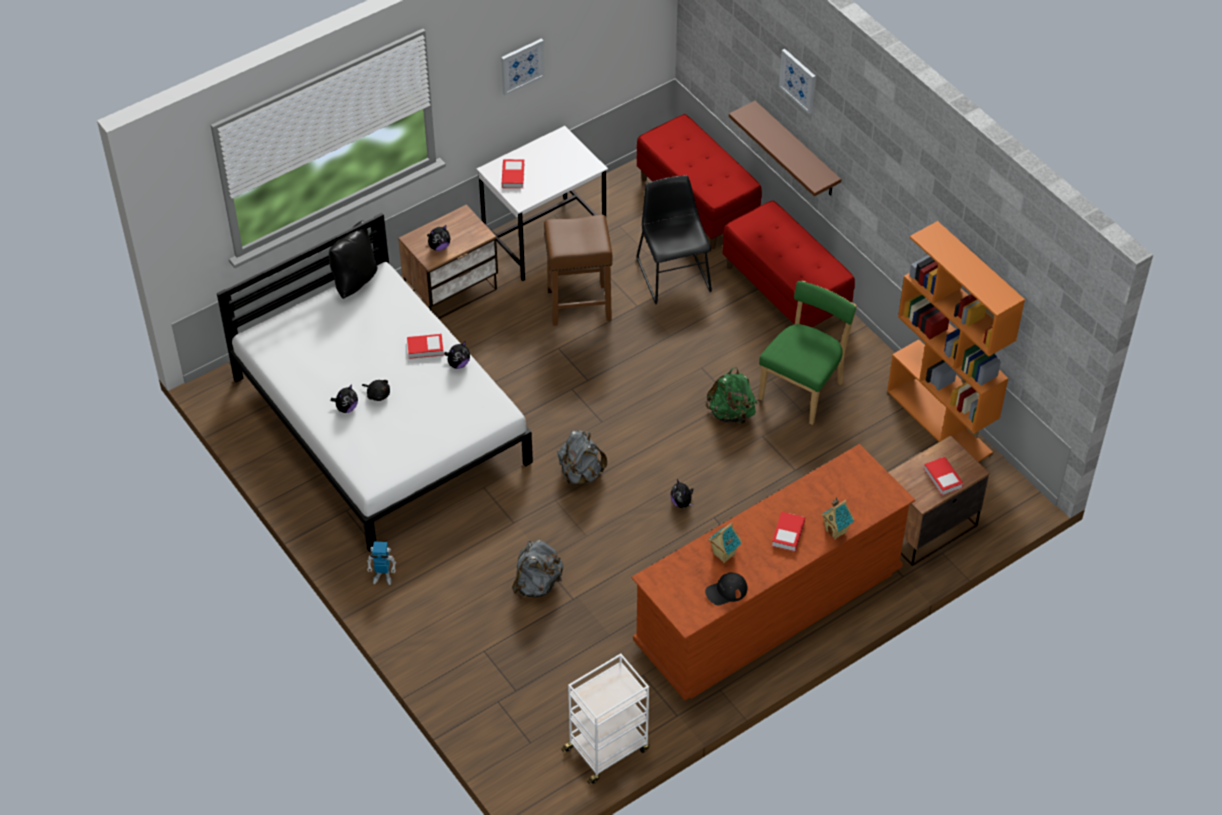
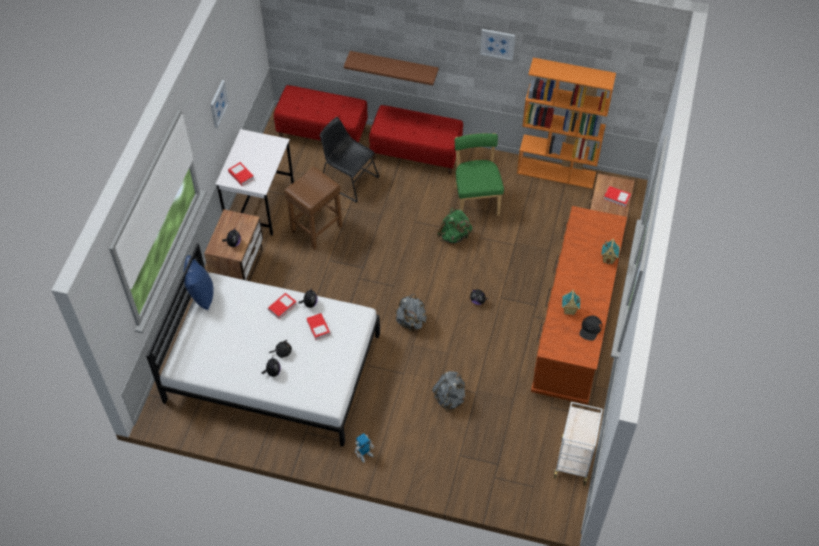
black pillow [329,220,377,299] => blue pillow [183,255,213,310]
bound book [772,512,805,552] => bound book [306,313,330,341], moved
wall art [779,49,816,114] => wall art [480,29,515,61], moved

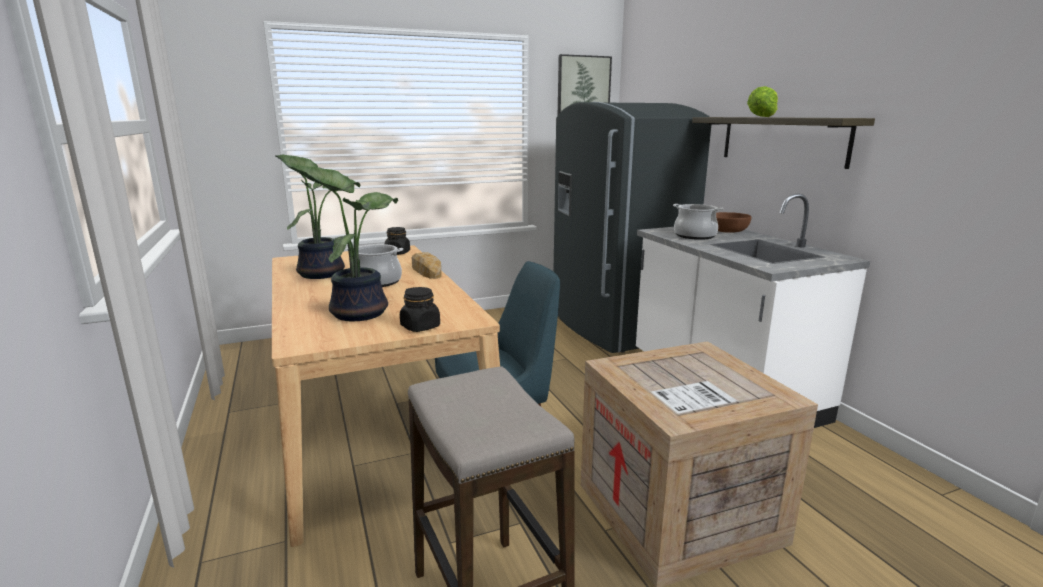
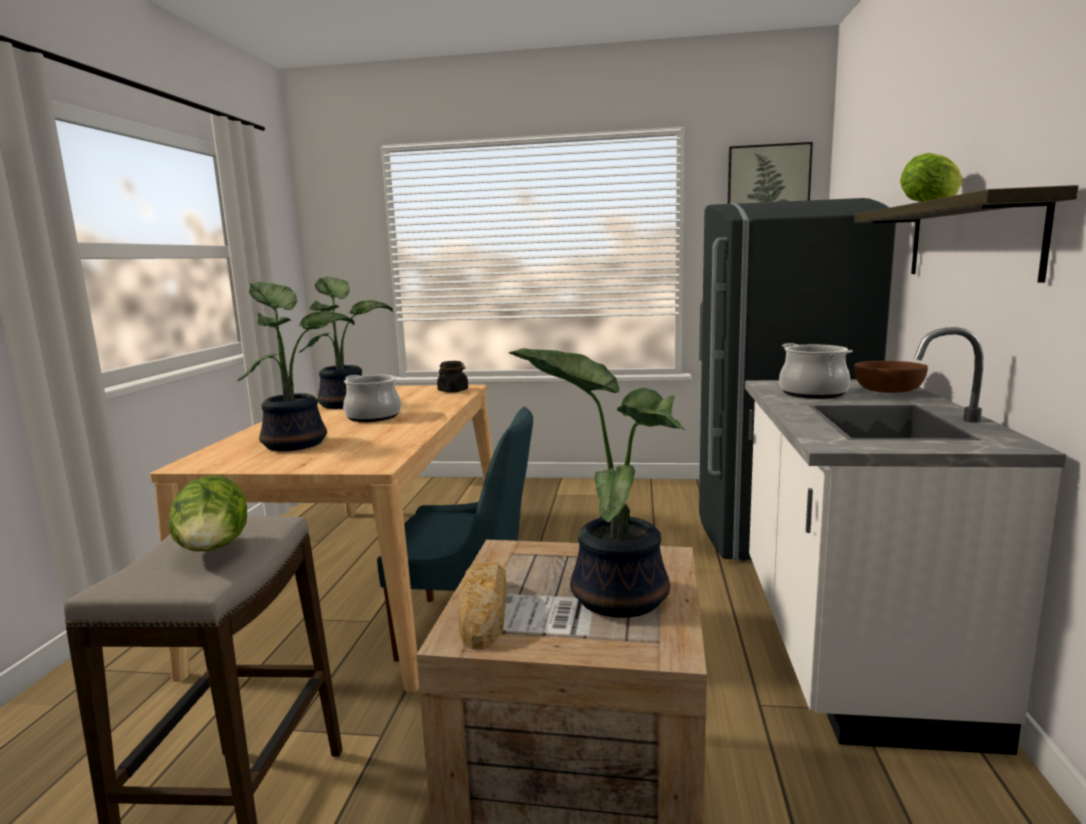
black jar [400,287,440,332] => nothing
bakery bread [412,252,442,279] => bakery bread [458,562,507,650], moved
nothing => lettuce [168,476,247,551]
nothing => potted plant [508,348,685,618]

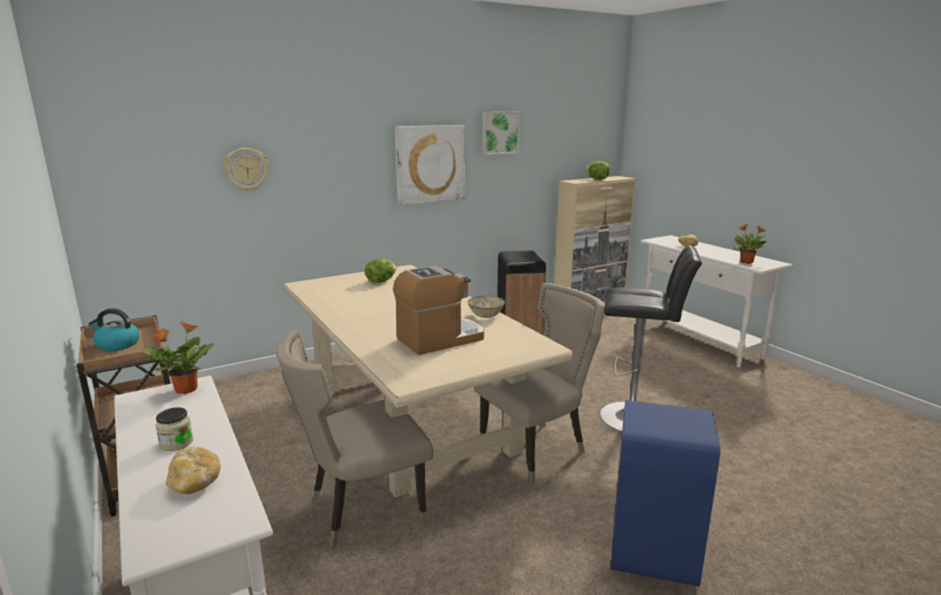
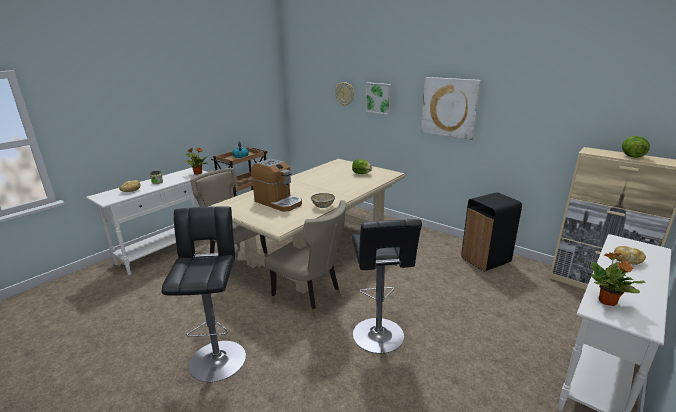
wall art [482,112,520,155] => wall art [365,83,392,115], moved
blue waste bin [611,400,720,587] => black sitting stool [162,206,246,382]

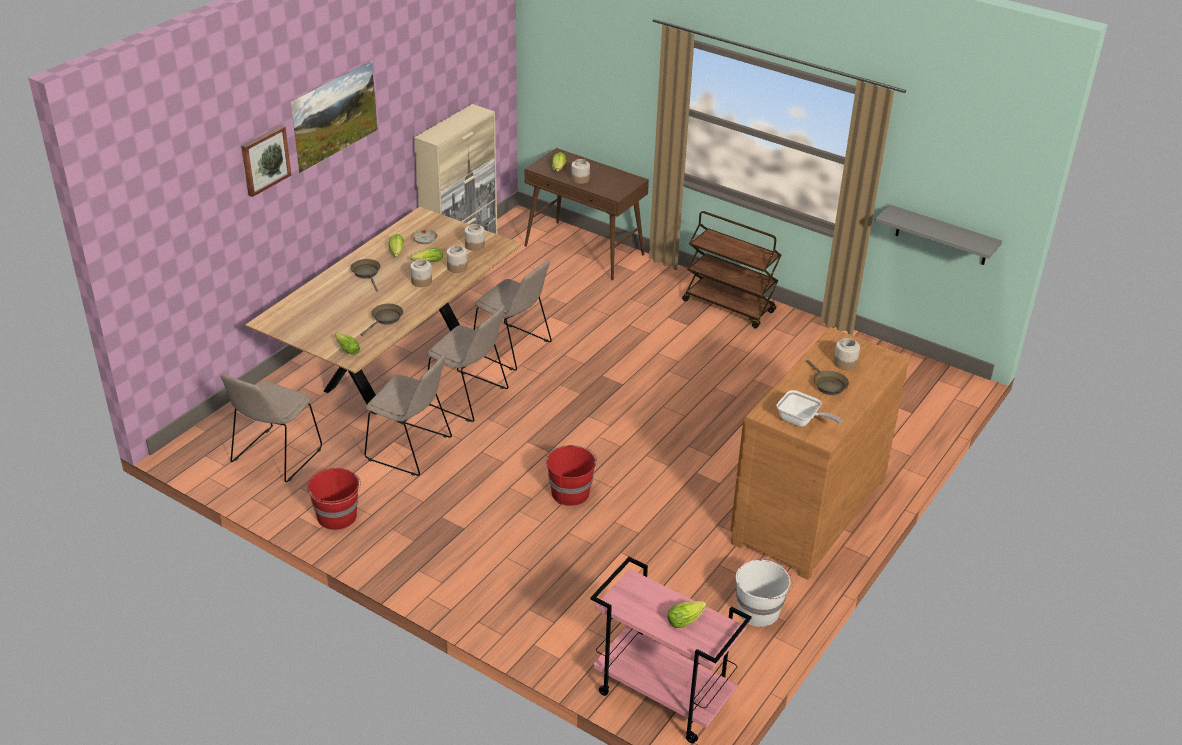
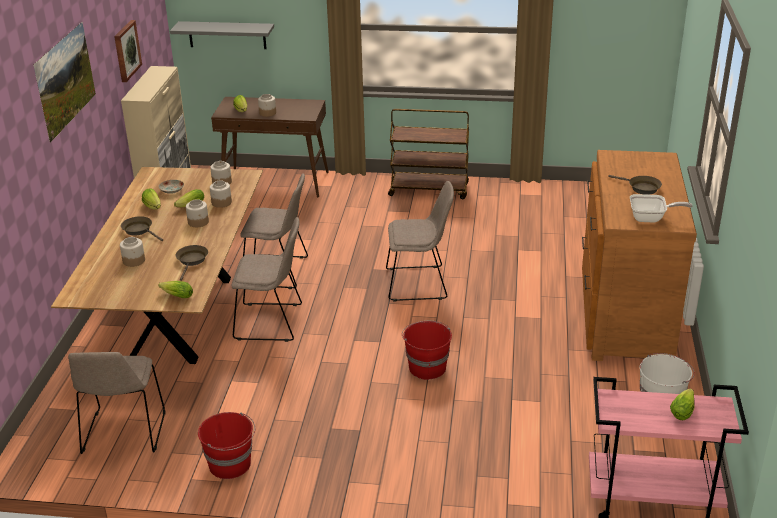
wall art [241,125,291,197] => wall art [114,20,142,82], moved
sand-coloured plain chair [364,352,452,476] => sand-coloured plain chair [386,181,454,302], moved
jar [834,338,860,370] => jar [120,237,145,267], moved
gray wall shelf [875,205,1002,265] => gray wall shelf [170,21,274,49], moved

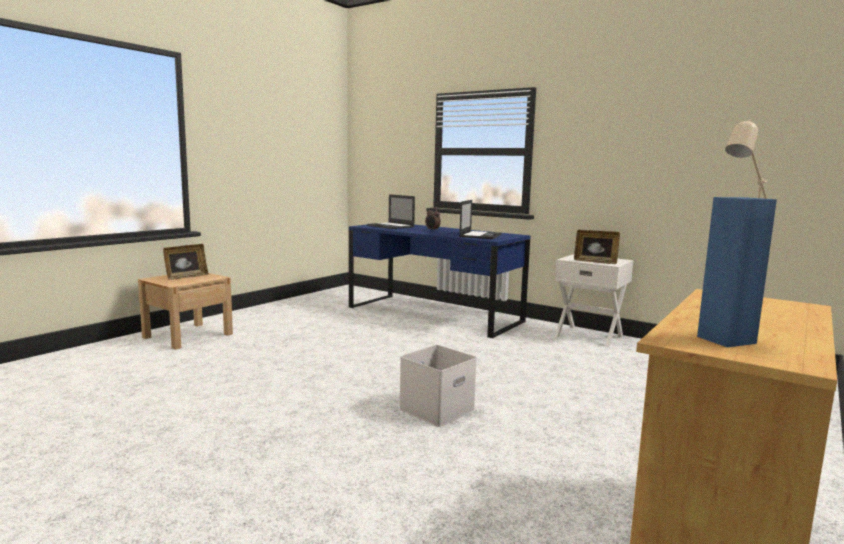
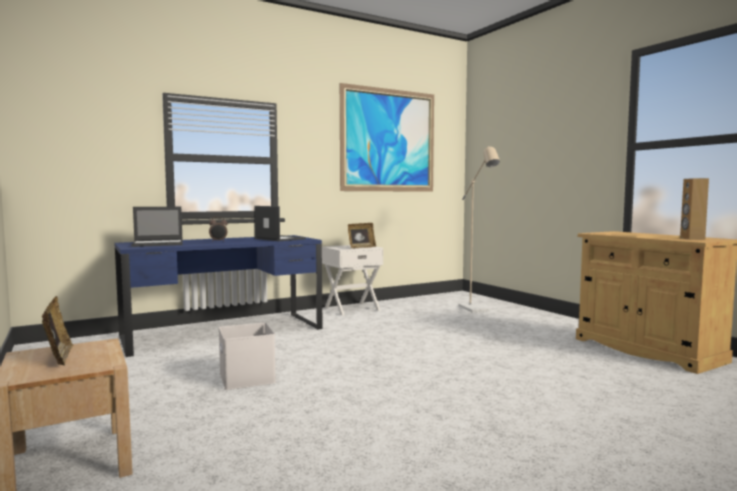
white storage bin [399,345,477,427] => white storage bin [219,323,276,390], moved
blue speaker [697,197,777,347] => brown speaker [680,178,709,240]
nothing => wall art [340,83,434,192]

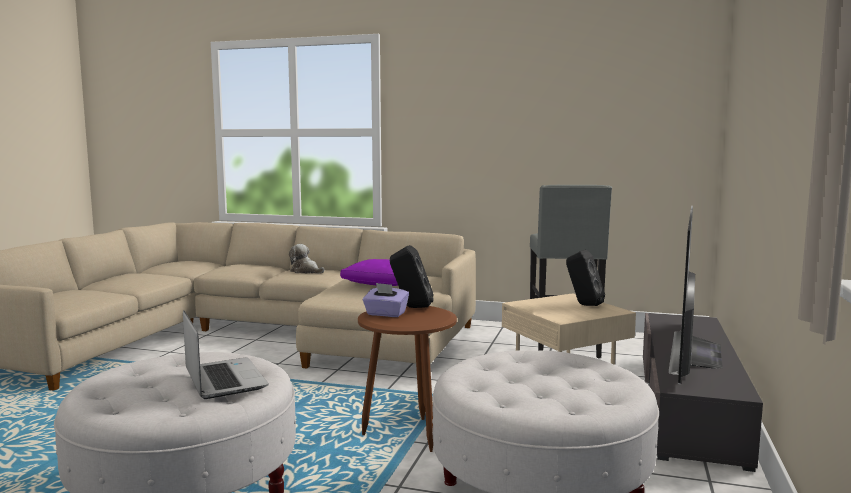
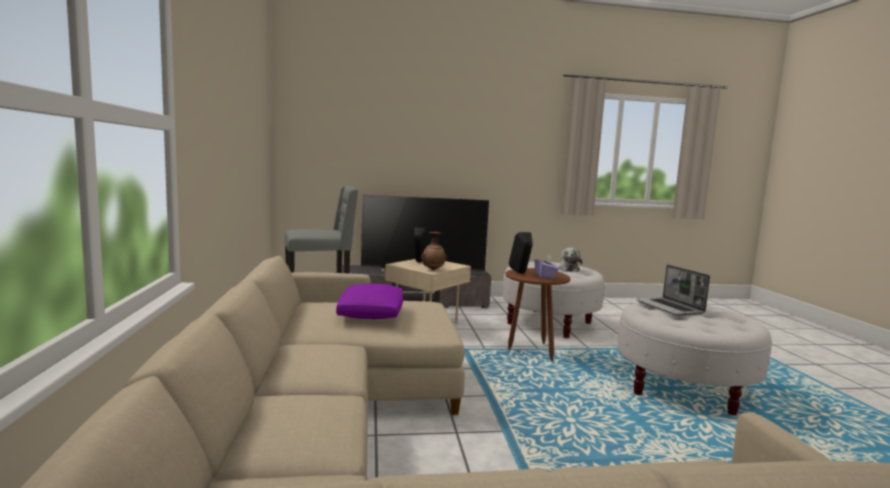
notebook computer [183,310,269,399] => notebook computer [636,264,710,316], 60 degrees counterclockwise
cuddly toy [289,244,324,273] => cuddly toy [558,247,583,272], moved
nothing => vase [421,232,447,270]

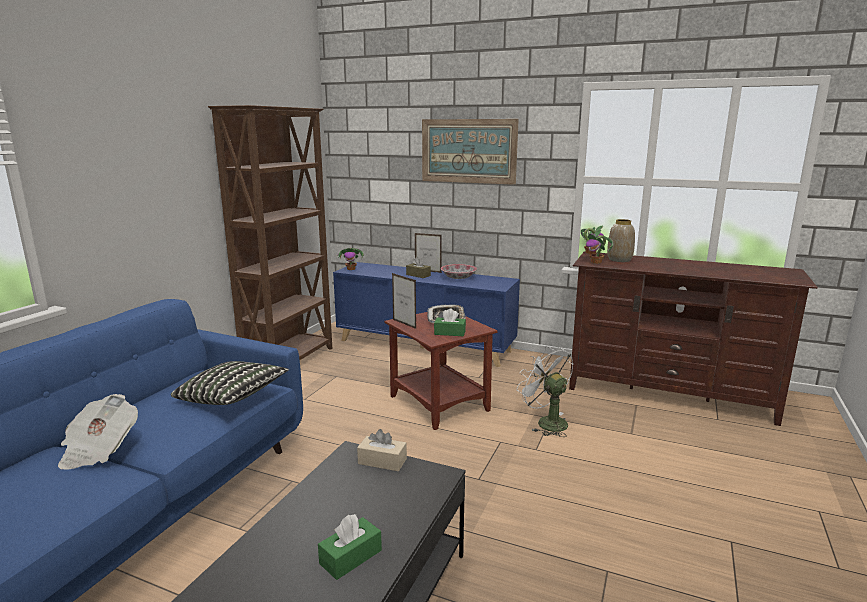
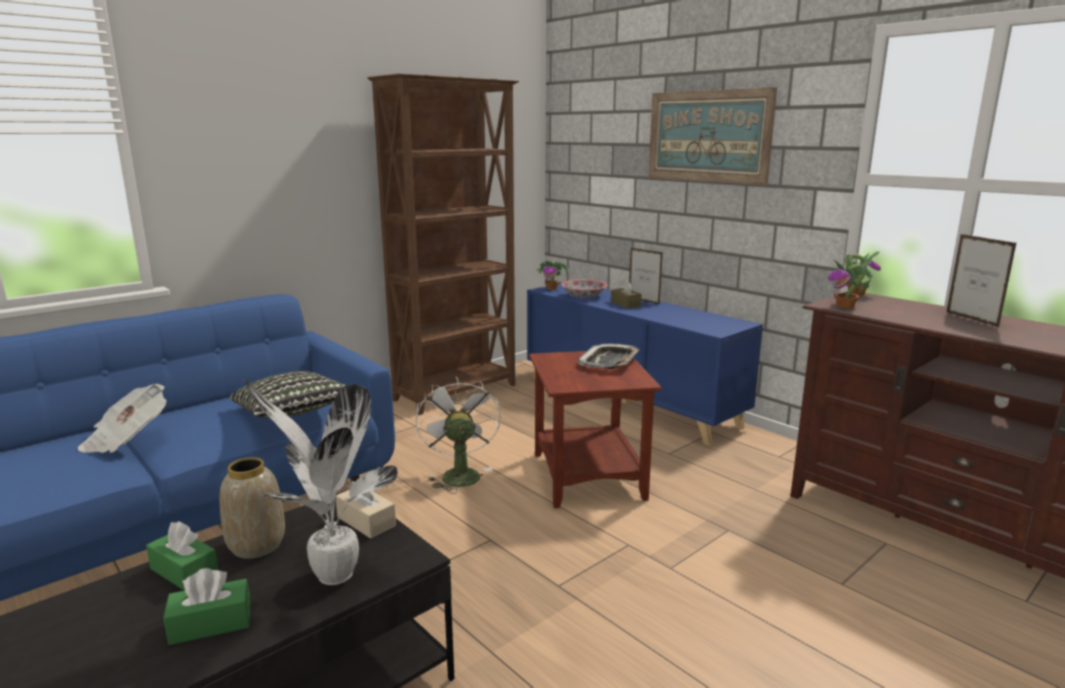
picture frame [392,273,416,329] => picture frame [947,234,1017,327], moved
green-coloured tissue box [434,308,466,336] => green-coloured tissue box [146,521,218,591], moved
deep dish [440,264,477,279] => deep dish [561,280,607,298], moved
white cooling fan [517,346,574,437] => white cooling fan [416,376,501,494], moved
vase [607,219,635,262] => vase [220,457,285,559], moved
nothing => potted plant [244,378,398,585]

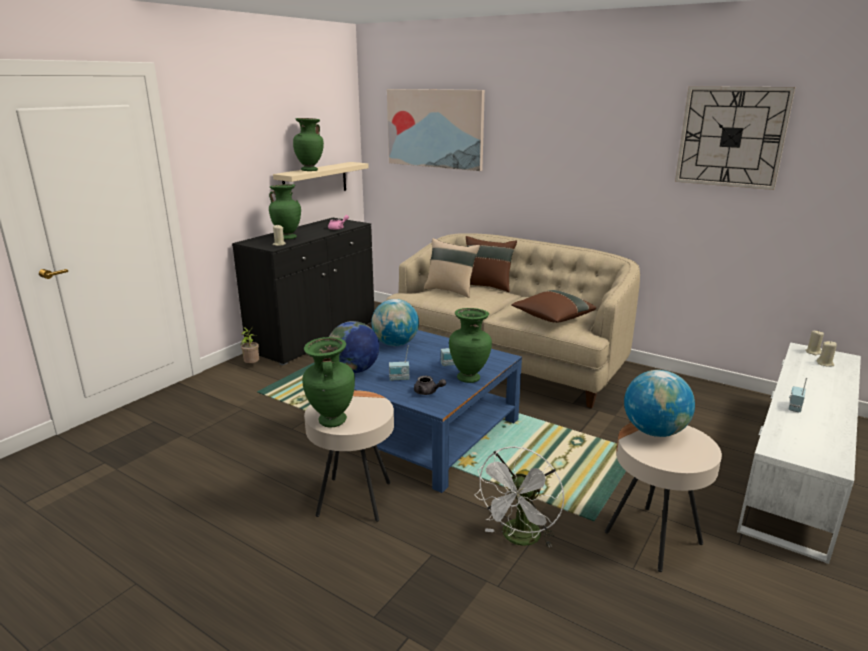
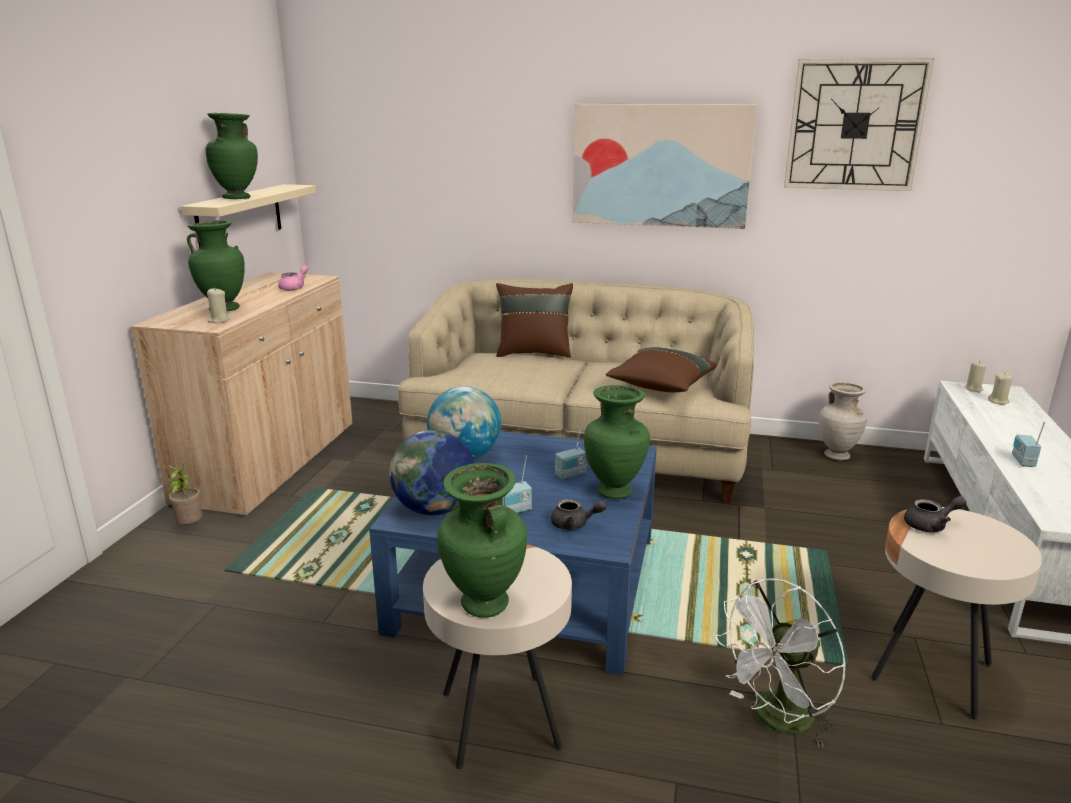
black storage cabinet [232,218,374,366] => sand-coloured storage cabinet [130,272,353,518]
wall art [387,89,485,171] => wall art [573,104,757,229], moved
sand-coloured pillow [424,238,480,298] => nothing
white cooling fan [474,446,564,548] => white cooling fan [715,578,846,747], 45 degrees clockwise
world globe [624,370,695,437] => gray tea pot [904,496,967,532]
nothing => sand-coloured vase [819,382,867,460]

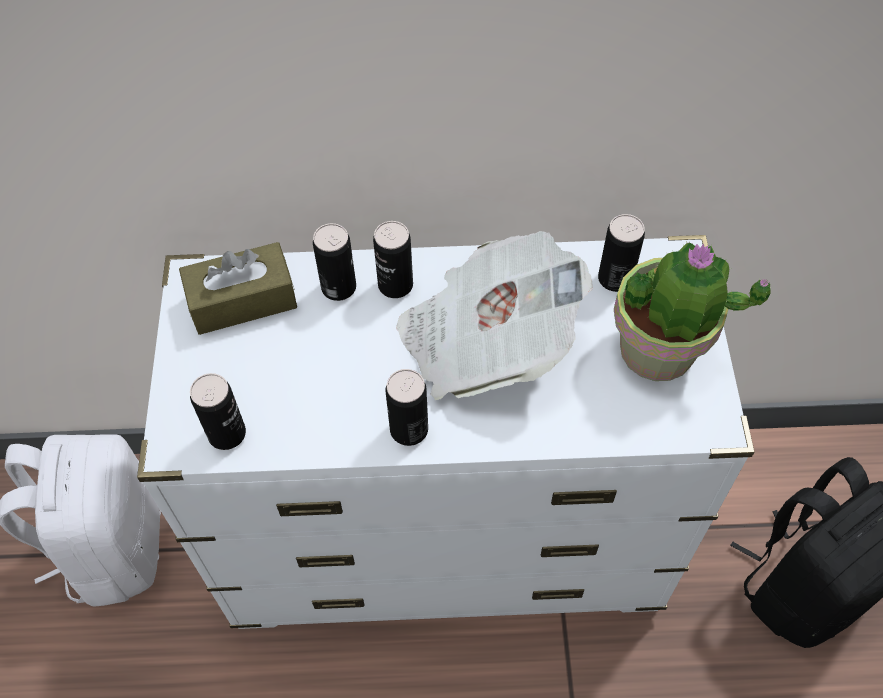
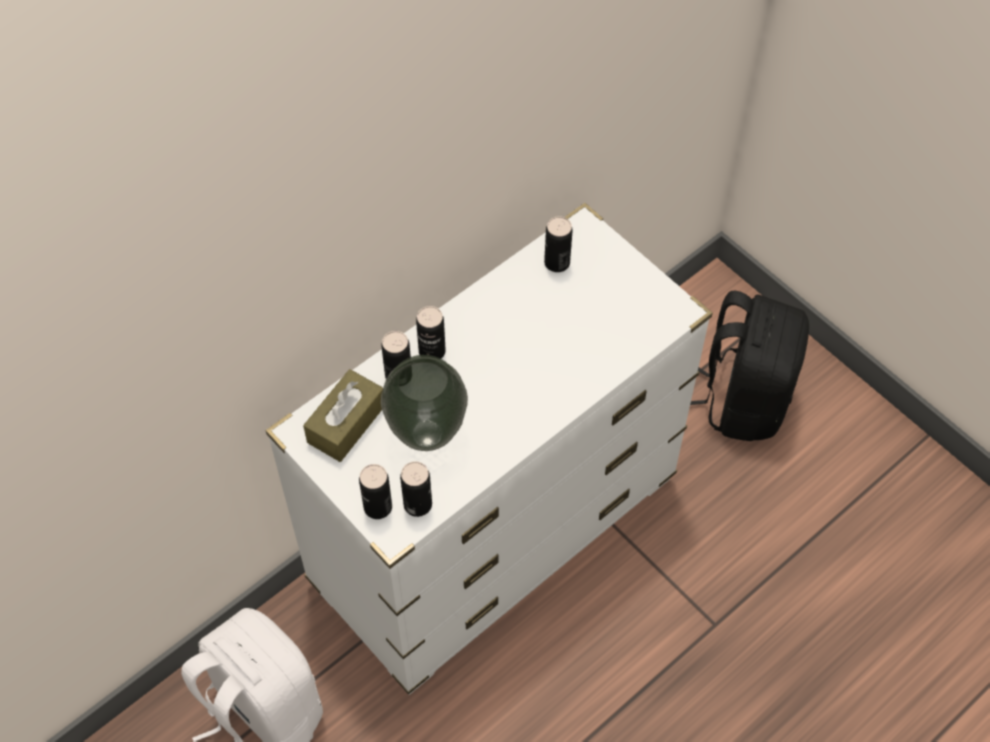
sealed can [385,369,428,446] => sealed can [359,464,392,519], moved
printed paper [396,231,593,400] => nothing
potted plant [614,241,771,381] => nothing
nothing => vase [381,355,468,451]

